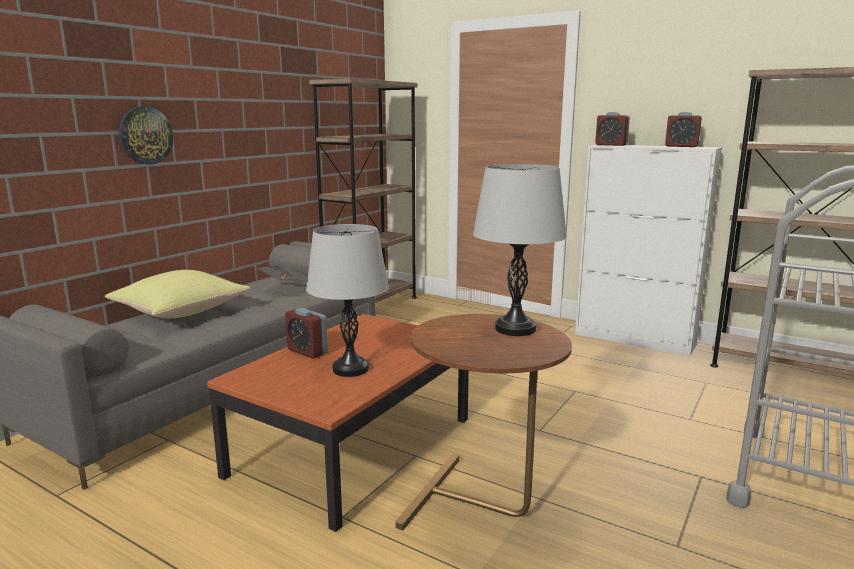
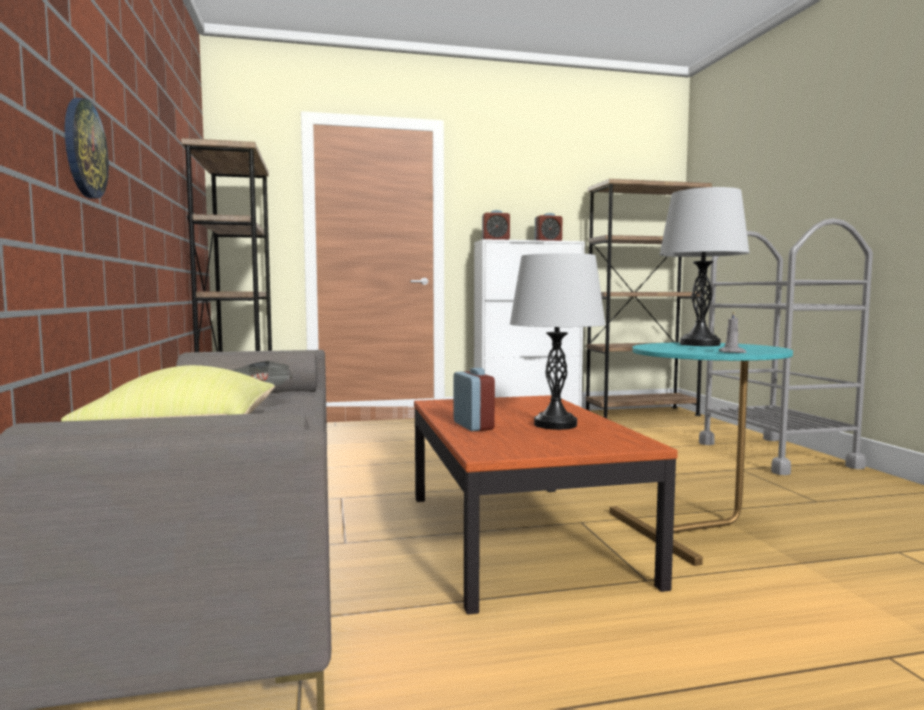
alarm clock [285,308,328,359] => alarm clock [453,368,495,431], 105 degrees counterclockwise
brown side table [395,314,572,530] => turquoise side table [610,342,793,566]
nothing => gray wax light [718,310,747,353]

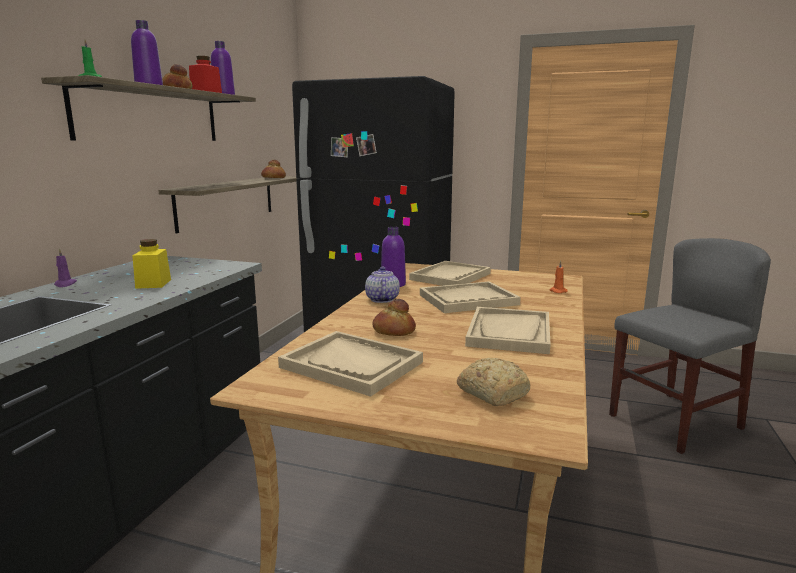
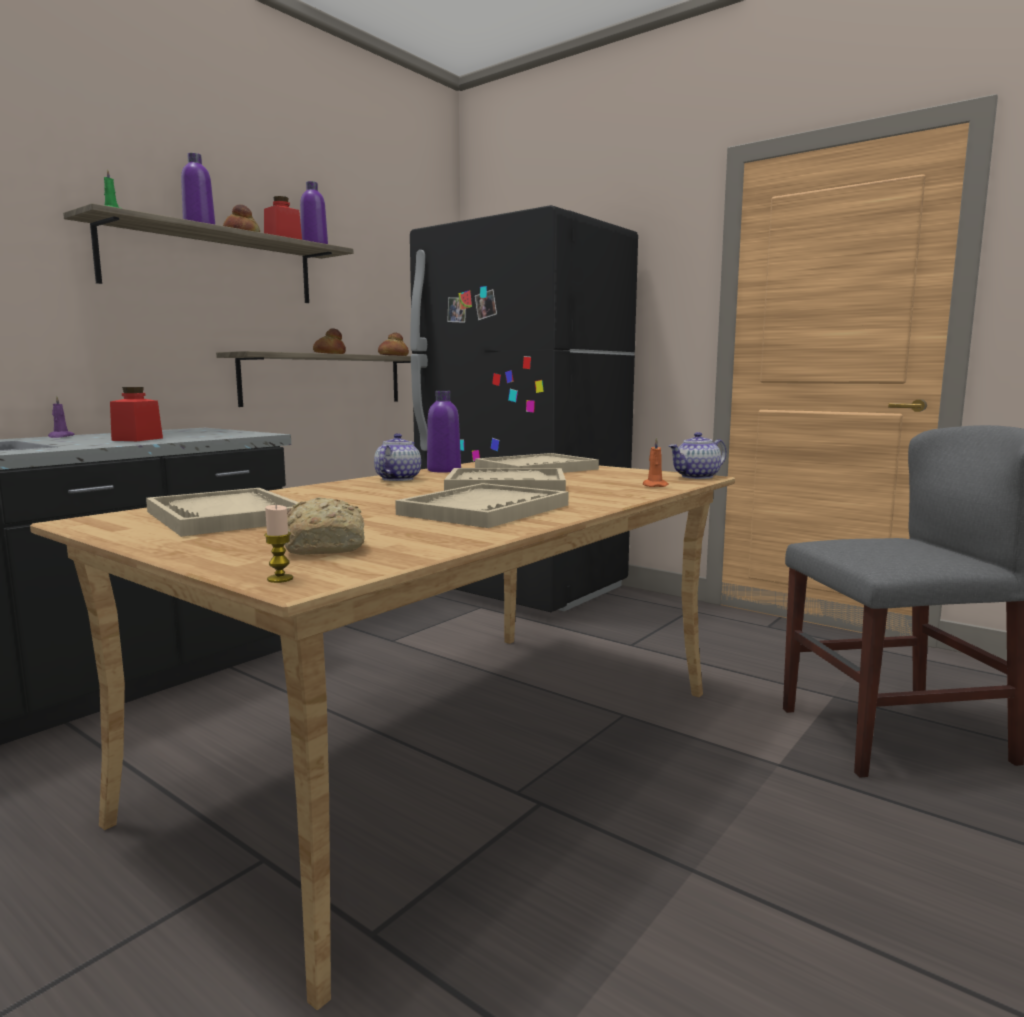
yellowish jar [132,239,171,289] => red-coloured jar [110,387,163,441]
bakery bread [372,299,416,336] => bakery bread [313,328,346,354], moved
nothing => wax light [264,505,293,583]
nothing => tea pot [668,432,727,479]

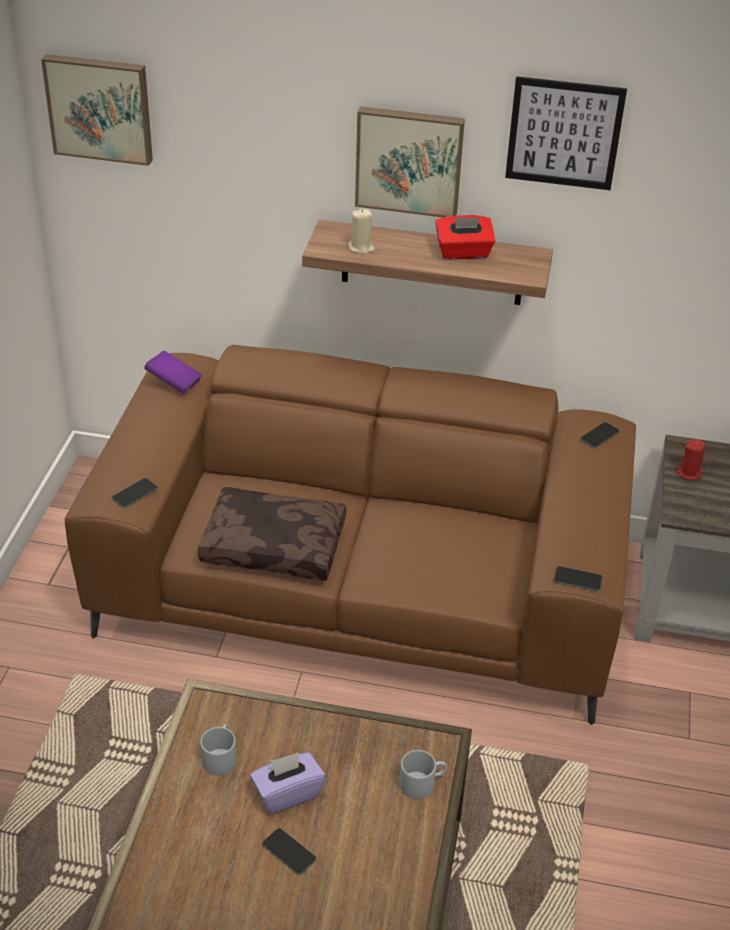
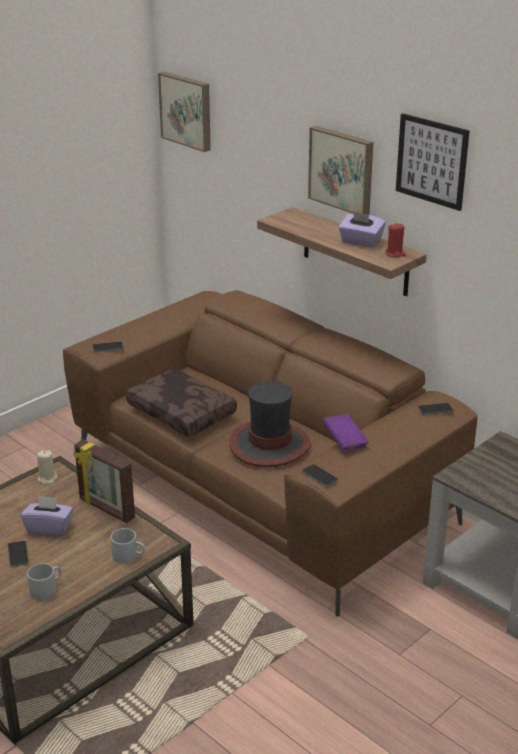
purple-coloured bound book [144,351,202,393] => purple-coloured bound book [323,414,369,451], moved
gray coffee mug [200,724,237,775] => gray coffee mug [27,563,62,600], moved
sand-coloured wax light [349,209,375,254] => sand-coloured wax light [37,450,57,484], moved
red-coloured tissue box [435,215,495,260] => purple-coloured tissue box [338,211,386,247]
red-coloured wax light [677,439,706,480] => red-coloured wax light [385,224,406,258], moved
nothing => picture frame [73,439,135,523]
nothing => clothing hat [229,381,311,467]

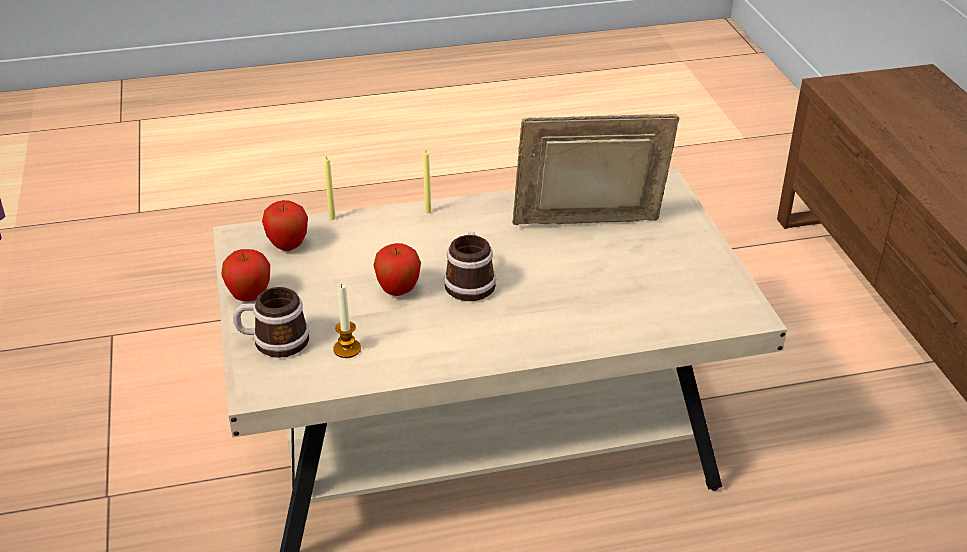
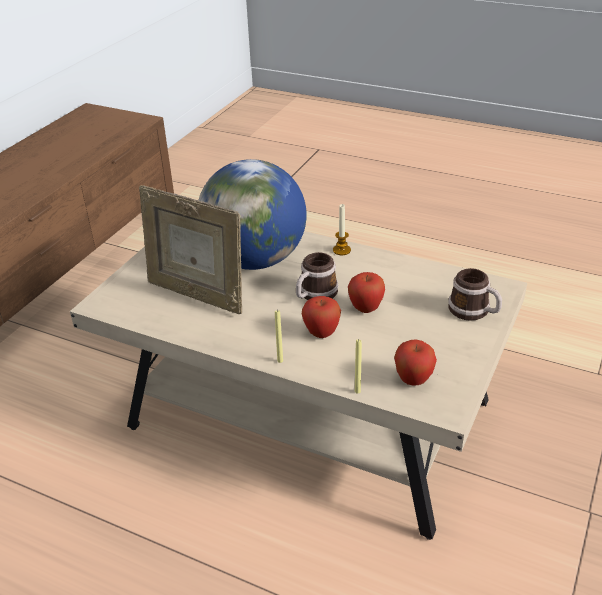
whole apple [221,249,270,302] => whole apple [302,296,341,338], moved
wax light [333,284,361,358] => wax light [333,204,351,256], moved
nothing => world globe [198,159,307,270]

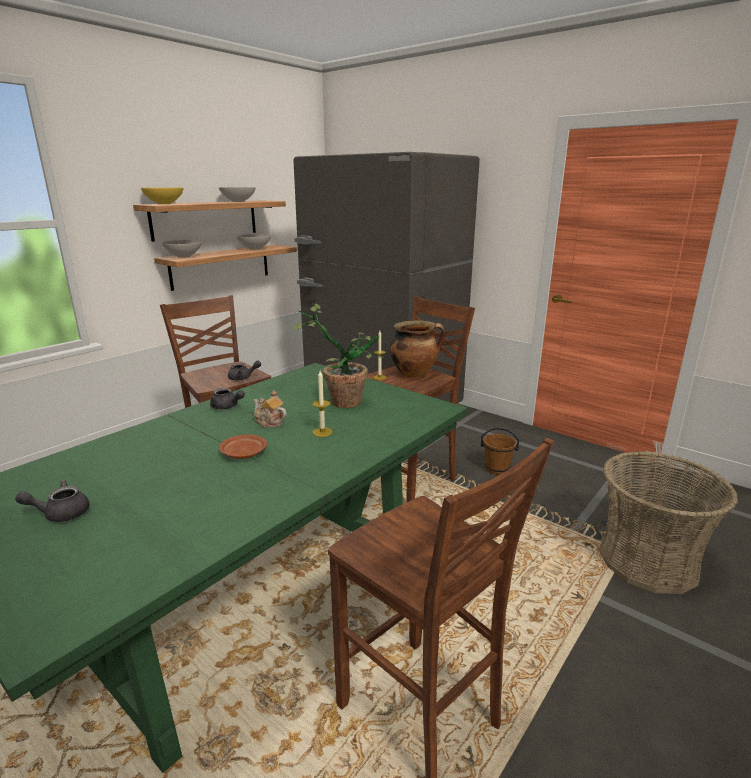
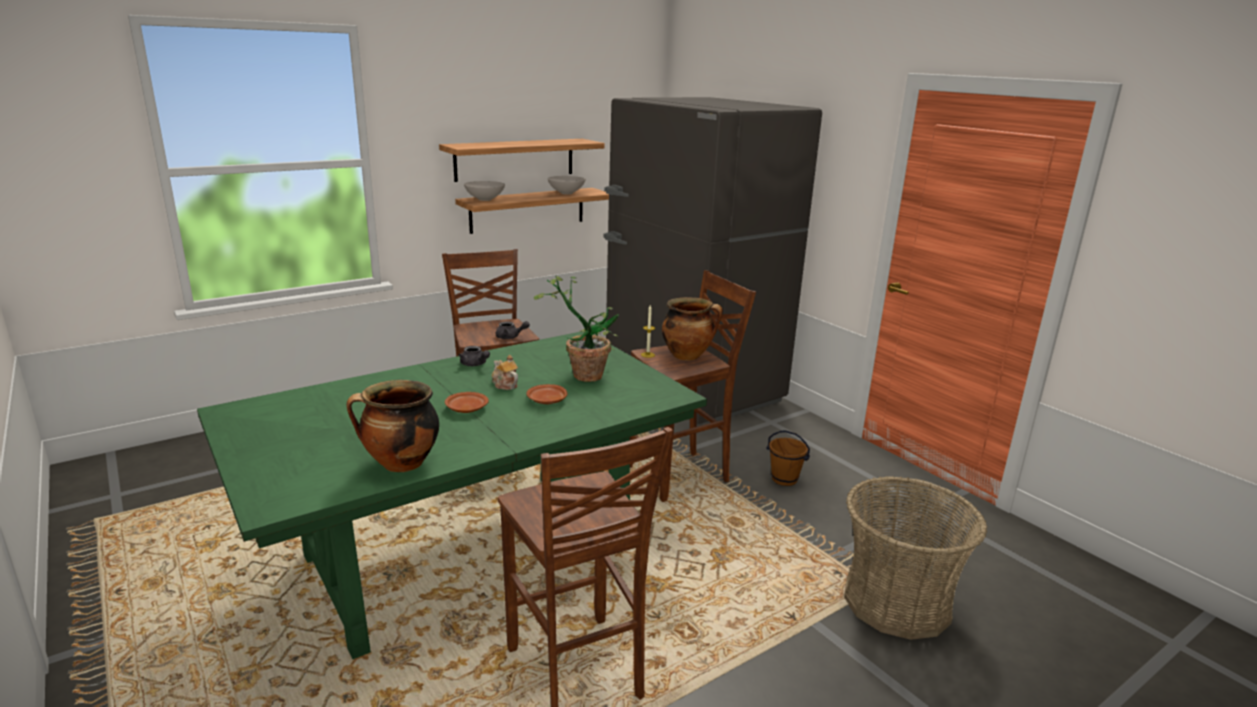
gray tea pot [15,480,90,522] => nothing
yellowish deep dish [141,188,184,204] => nothing
white deep dish [219,187,256,202] => nothing
wax light [312,371,333,437] => brown flat dish [526,384,568,404]
nothing => stockpot [347,380,439,472]

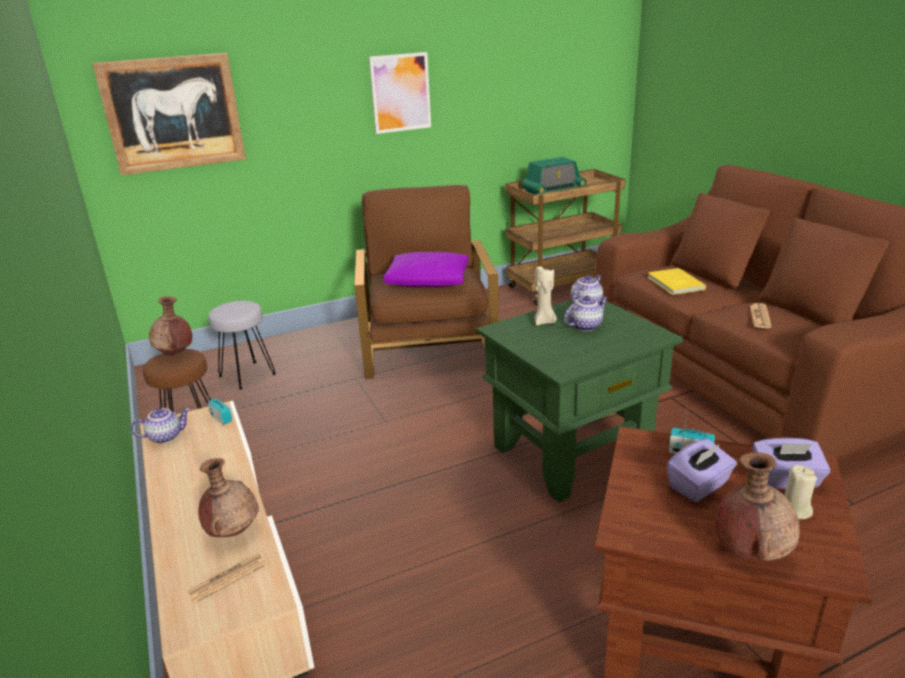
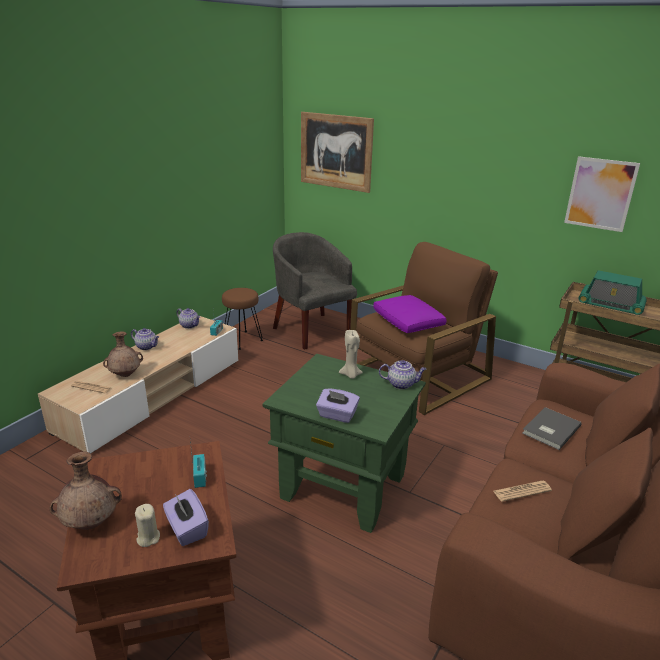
brown vase [149,296,192,355] => nothing
gray sitting stool [208,301,276,390] => gray armchair [273,232,357,350]
wall art [369,52,431,134] => wall art [564,156,640,232], moved
tea pot [564,296,607,331] => tea pot [131,328,159,350], moved
yellowish bound book [647,268,706,295] => gray bound book [522,407,581,450]
purple-coloured tissue box [667,439,737,502] => purple-coloured tissue box [316,389,360,423], moved

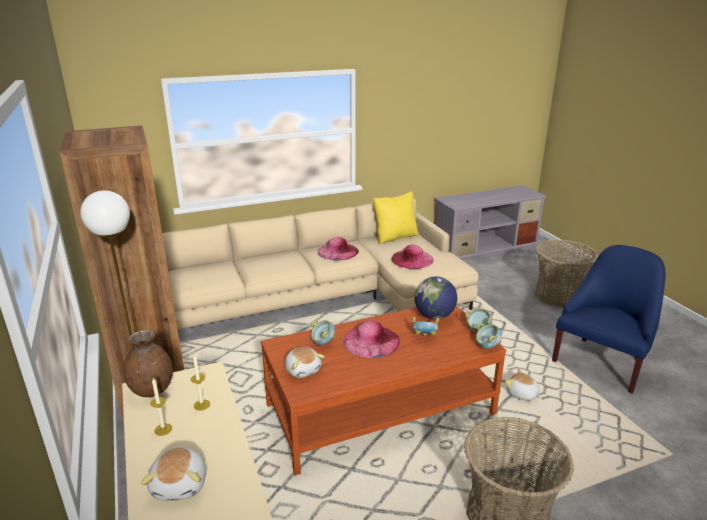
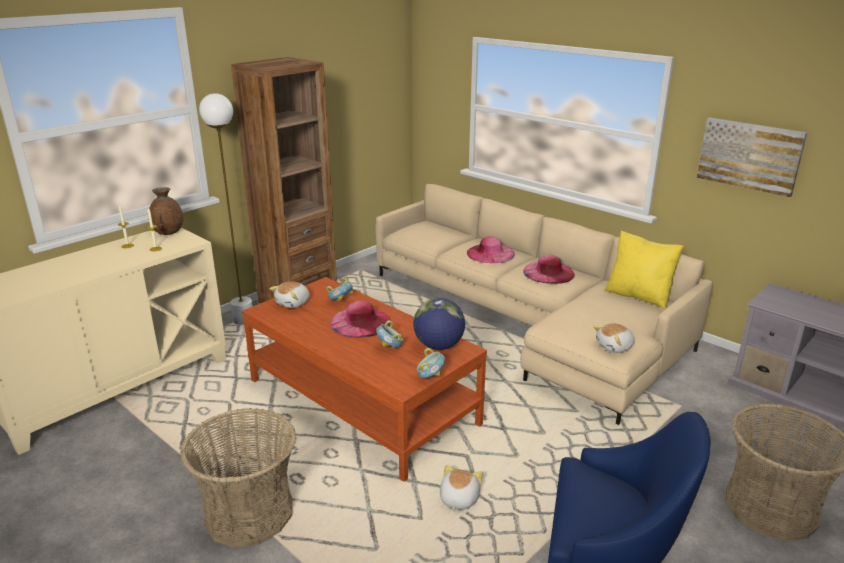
cuddly toy [141,447,206,501] => cuddly toy [593,323,635,353], moved
pinkish clothing hat [391,245,434,269] => pinkish clothing hat [467,236,515,263], moved
deep dish [476,323,502,349] => nothing
nothing => wall art [697,118,807,197]

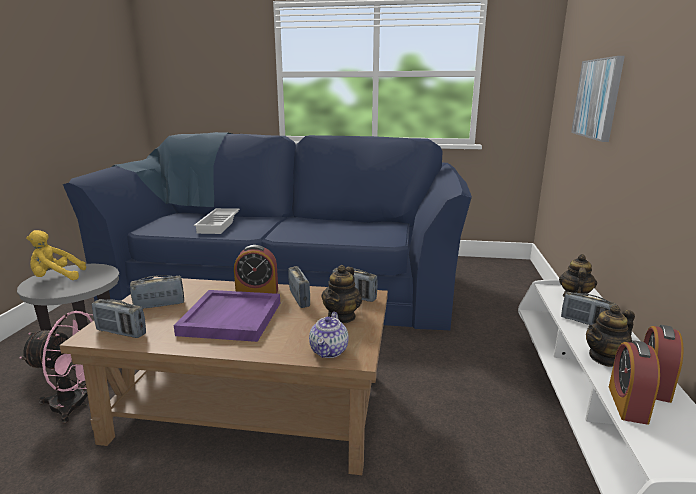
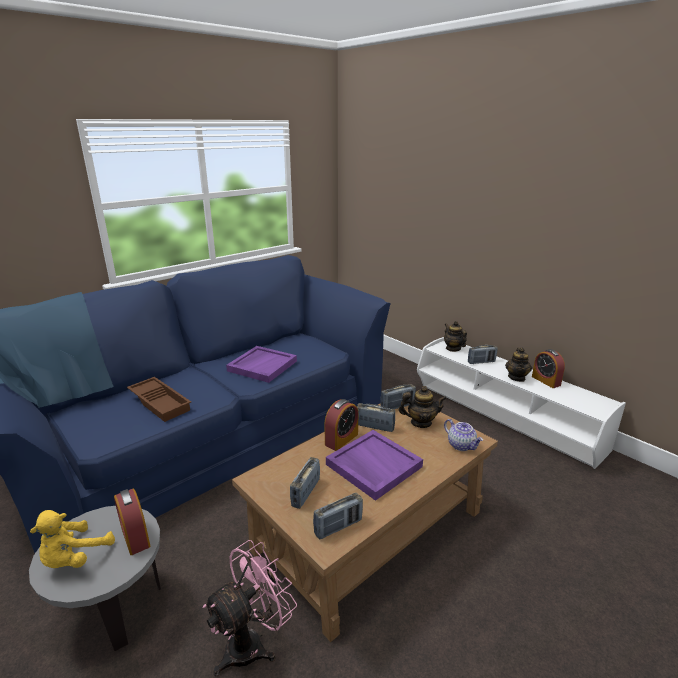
white carrying tray [194,208,240,234] => brown carrying tray [127,377,191,422]
tea pot [321,265,362,323] => tea pot [399,386,447,428], 60 degrees counterclockwise
wall art [571,56,625,142] => nothing
alarm clock [609,340,660,425] => alarm clock [114,489,150,555], moved
nothing => purple-coloured carrying tray [226,346,297,383]

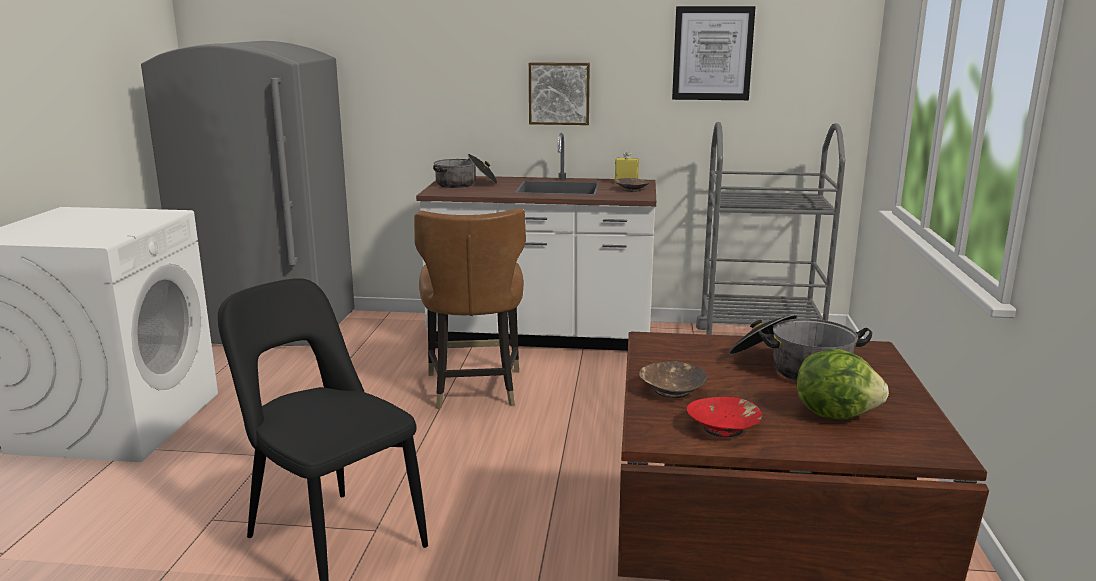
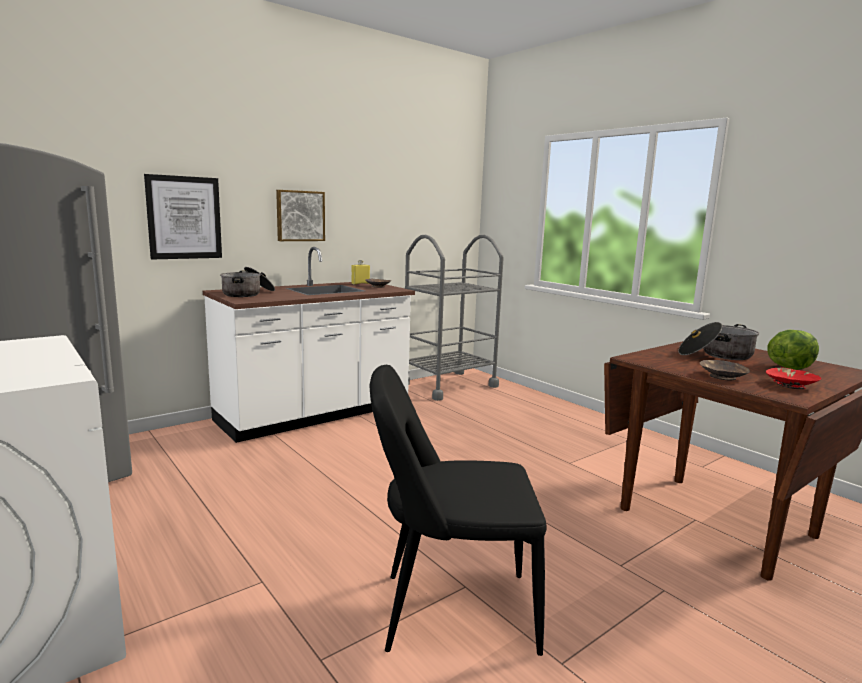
brown plain chair [414,208,526,409] => nothing
wall art [672,6,755,100] => wall art [144,174,222,260], moved

